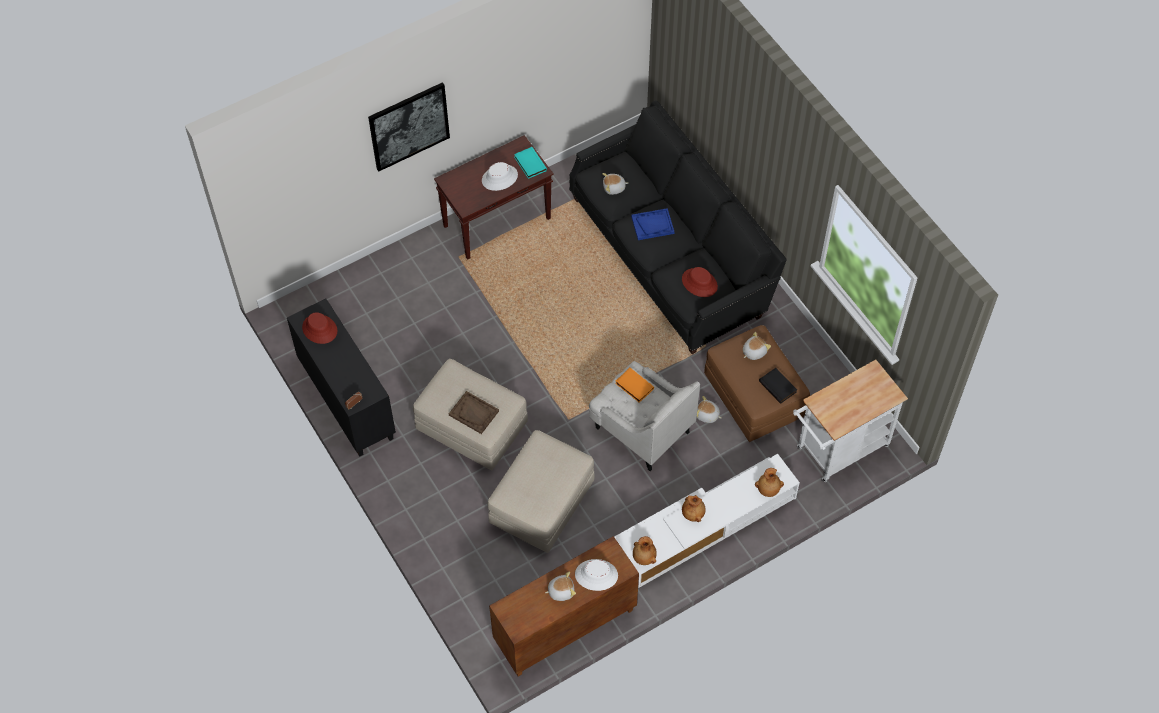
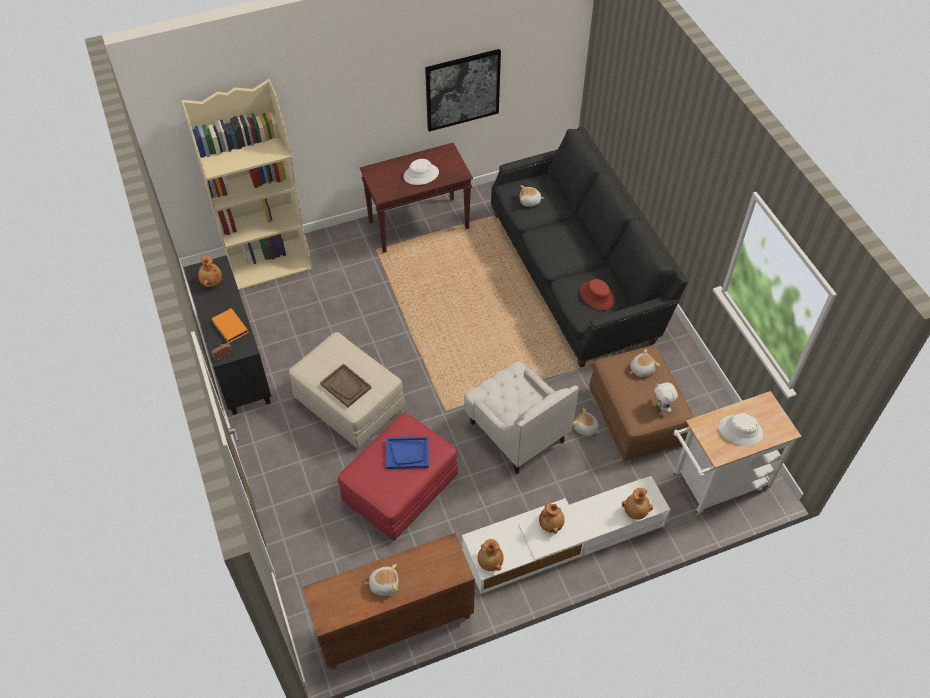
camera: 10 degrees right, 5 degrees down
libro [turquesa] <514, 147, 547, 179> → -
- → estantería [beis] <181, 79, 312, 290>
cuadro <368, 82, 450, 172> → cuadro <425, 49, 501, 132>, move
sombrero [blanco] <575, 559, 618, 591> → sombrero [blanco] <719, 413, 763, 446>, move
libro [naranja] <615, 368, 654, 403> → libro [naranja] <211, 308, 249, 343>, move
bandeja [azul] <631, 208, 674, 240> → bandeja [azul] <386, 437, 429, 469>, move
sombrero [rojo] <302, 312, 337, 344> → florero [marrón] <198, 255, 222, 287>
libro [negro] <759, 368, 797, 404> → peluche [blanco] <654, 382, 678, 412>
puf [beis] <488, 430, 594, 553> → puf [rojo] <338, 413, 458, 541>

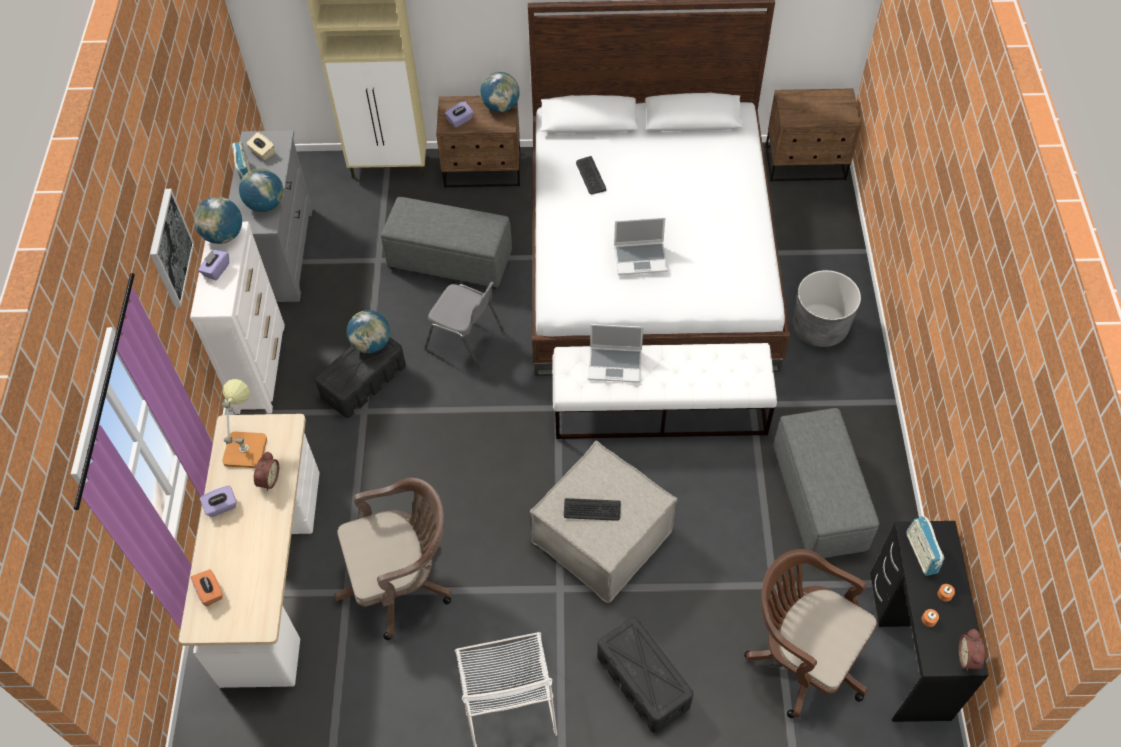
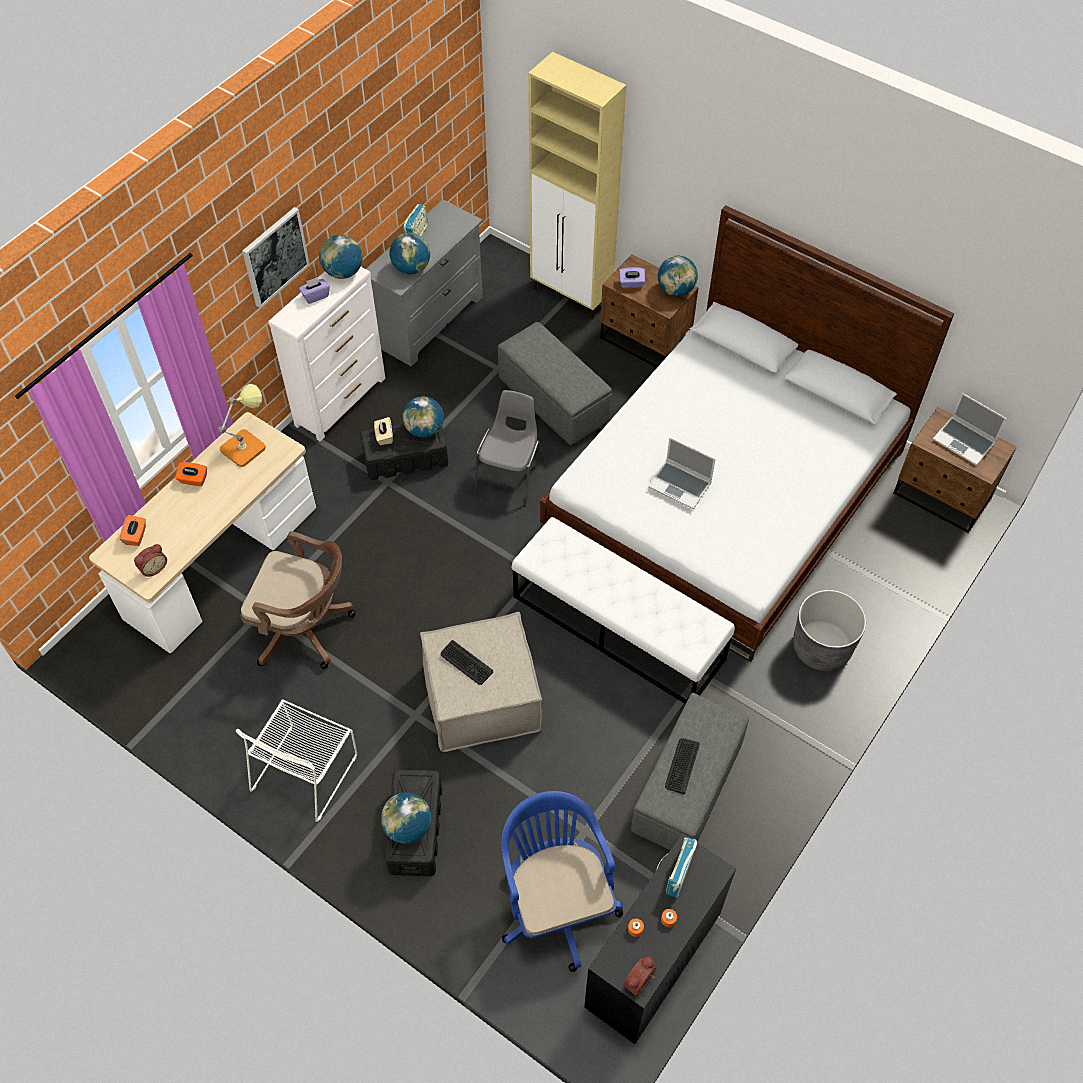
camera: 35 degrees right, 0 degrees up
- → globo terráqueo <381, 792, 431, 844>
caja de pañuelos [beis] <246, 132, 275, 160> → caja de pañuelos [beis] <374, 417, 393, 445>, move
despertador <253, 452, 279, 491> → despertador <134, 544, 167, 577>, move
teclado <576, 156, 606, 194> → teclado <665, 738, 700, 794>, move
portátil <588, 324, 643, 383> → portátil <933, 393, 1007, 465>, move
caja de pañuelos [morado] <199, 486, 236, 517> → caja de pañuelos [naranja] <175, 462, 207, 486>
silla de oficina [marrón] <744, 549, 877, 718> → silla de oficina [azul] <501, 791, 623, 972>
silla [gris] <424, 282, 505, 370> → silla [gris] <474, 390, 544, 506>, 135 degrees counterclockwise

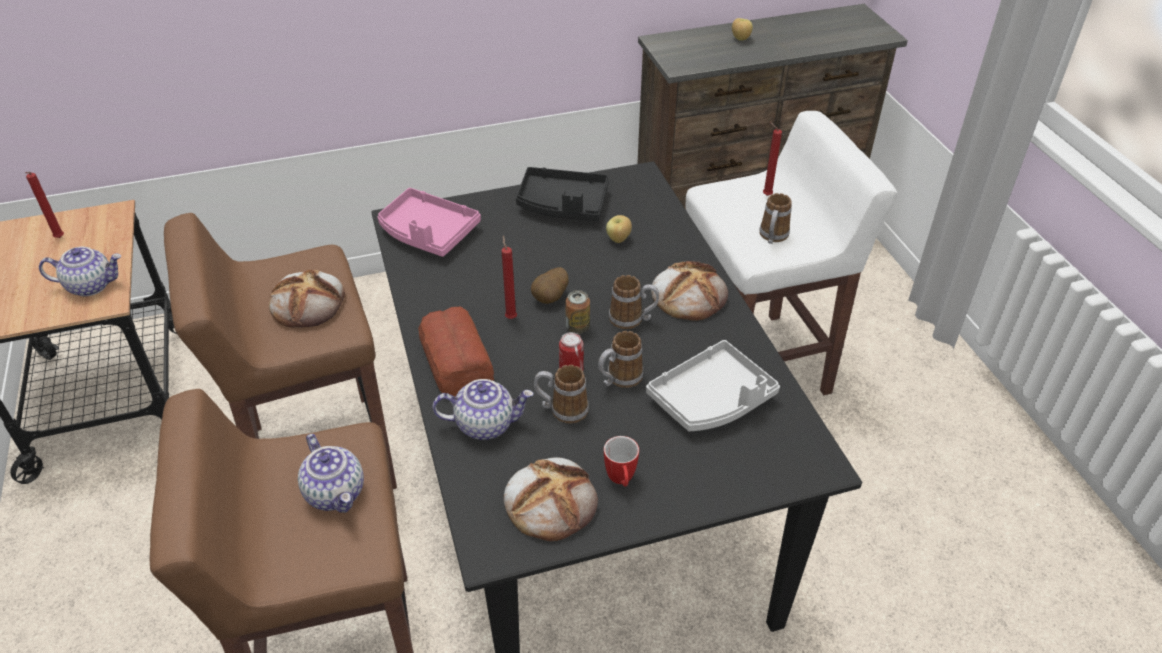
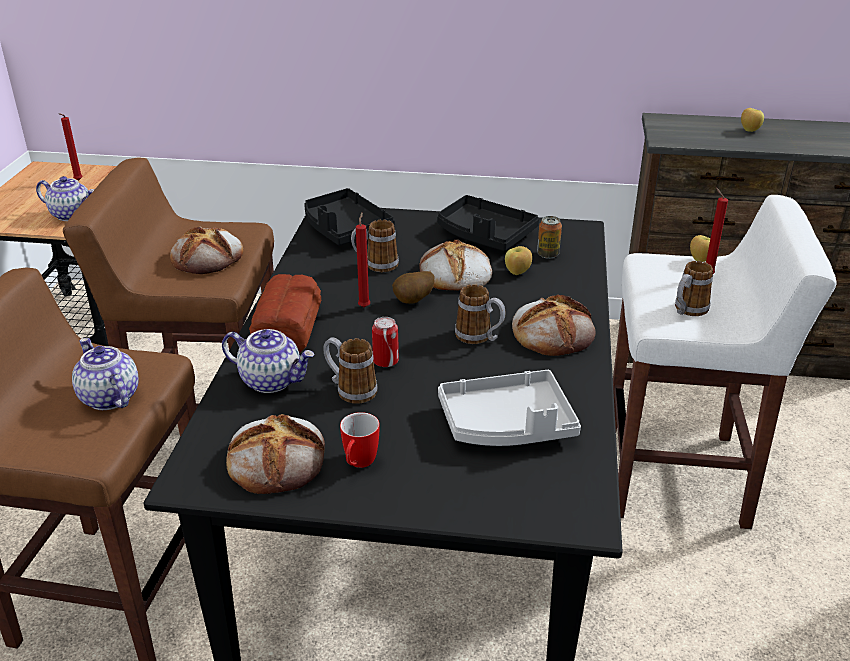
camera: 25 degrees right, 10 degrees down
- → pan <420, 240, 492, 291>
- → manzana <690, 235, 710, 262>
lata <565, 290, 590, 334> → lata <537, 216, 562, 259>, move
taza grande <598, 331, 644, 388> → taza grande <351, 220, 399, 272>, move
bandeja [rosa] <378, 188, 481, 257> → bandeja [negro] <304, 188, 395, 245>
tetera <298, 434, 364, 513> → tetera <72, 338, 139, 410>, 150 degrees clockwise

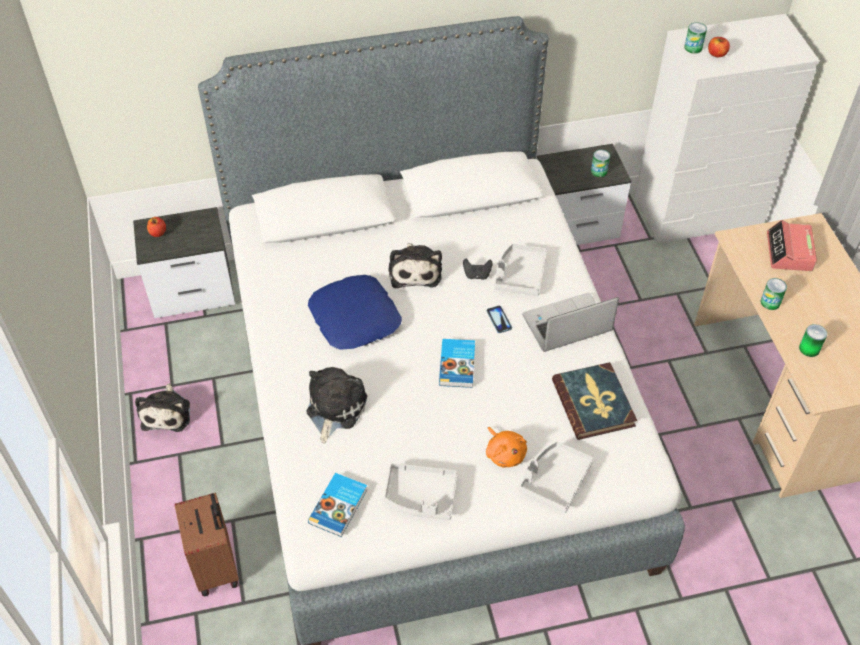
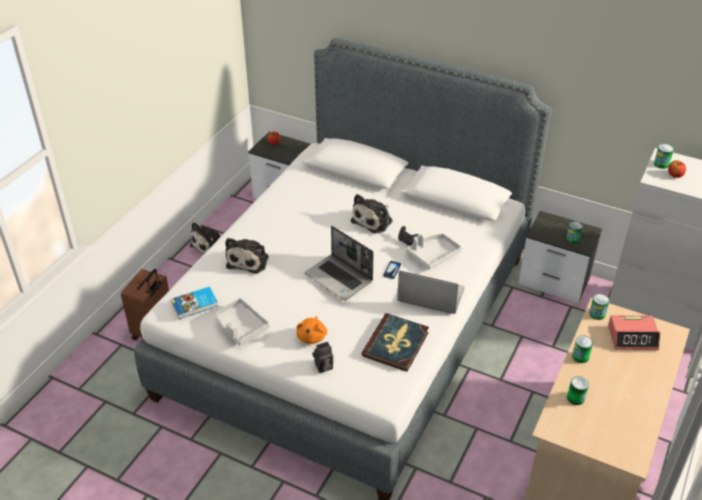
camera: 40 degrees right, 10 degrees down
cojín [azul] <308, 275, 402, 350> → -
- → lata <589, 294, 609, 320>
libro <439, 339, 475, 388> → portátil <305, 226, 374, 300>
bandeja [gris] <518, 441, 594, 513> → cámara <312, 342, 333, 373>
peluche <307, 367, 367, 443> → peluche <225, 238, 268, 274>, 135 degrees clockwise
despertador <767, 220, 817, 271> → despertador <608, 315, 660, 350>, 135 degrees counterclockwise

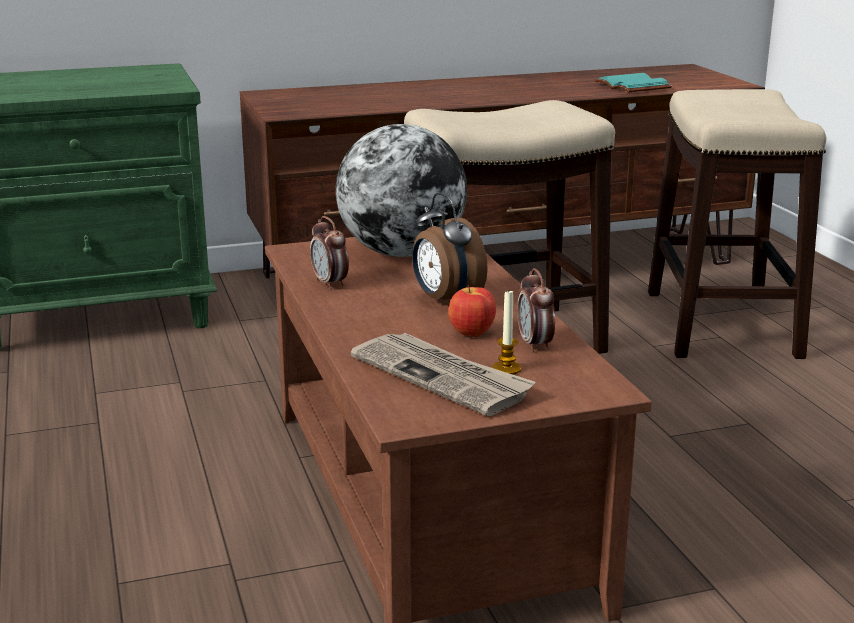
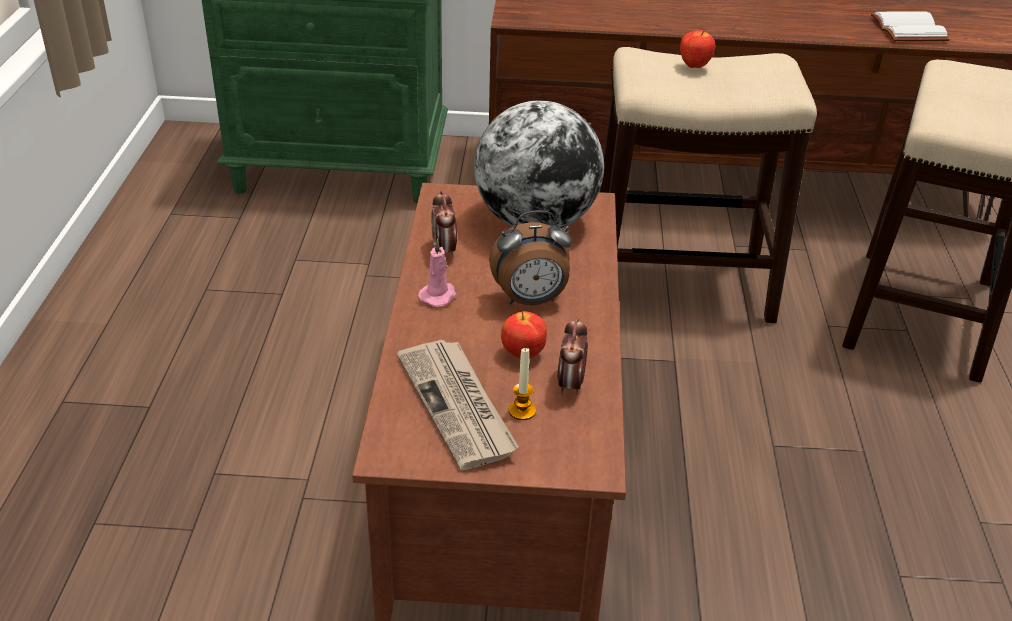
camera: 20 degrees right, 15 degrees up
- → vela [rosa] <418, 239, 457, 307>
- → manzana <680, 30, 715, 68>
libro [turquesa] <595, 73, 672, 92> → libro [blanco] <871, 11, 950, 41>
despertador <412, 193, 488, 300> → despertador <489, 210, 572, 305>, 90 degrees counterclockwise

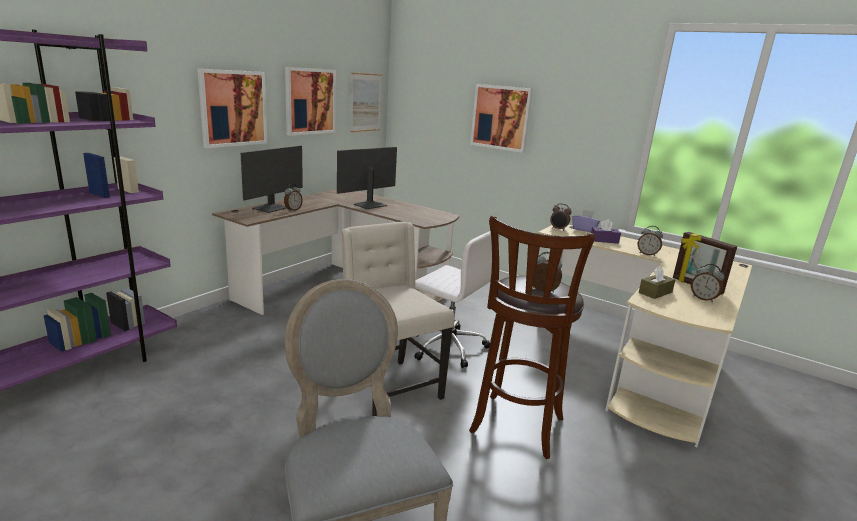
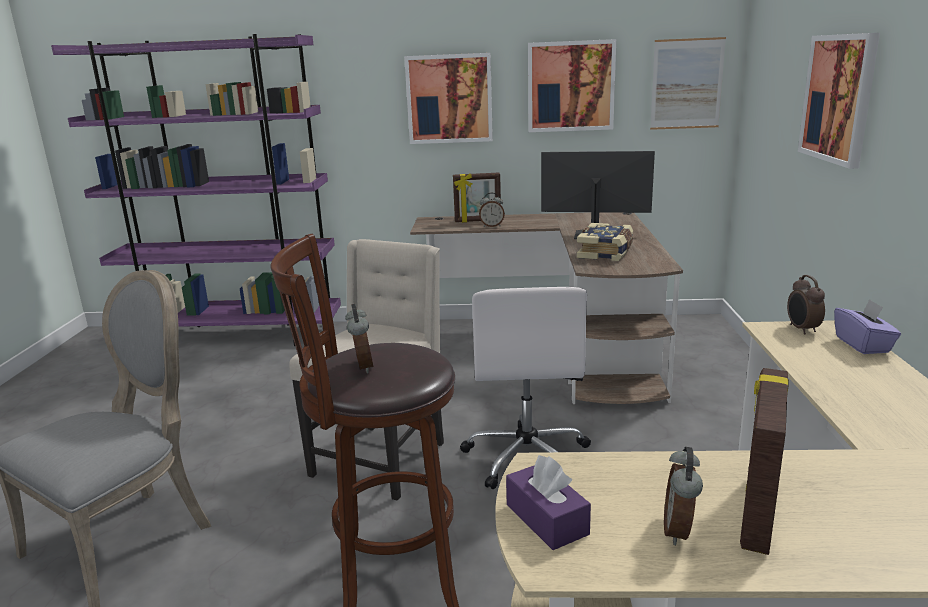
camera: 60 degrees right, 0 degrees up
despertador <638, 226, 663, 257> → -
caja de pañuelos [marrón] <639, 266, 675, 299> → -
- → libro <577, 223, 633, 261>
caja de pañuelos [morado] <591, 219, 621, 244> → caja de pañuelos [morado] <506, 455, 591, 550>, move
monitor <241, 146, 303, 213> → portarretratos <453, 172, 501, 223>

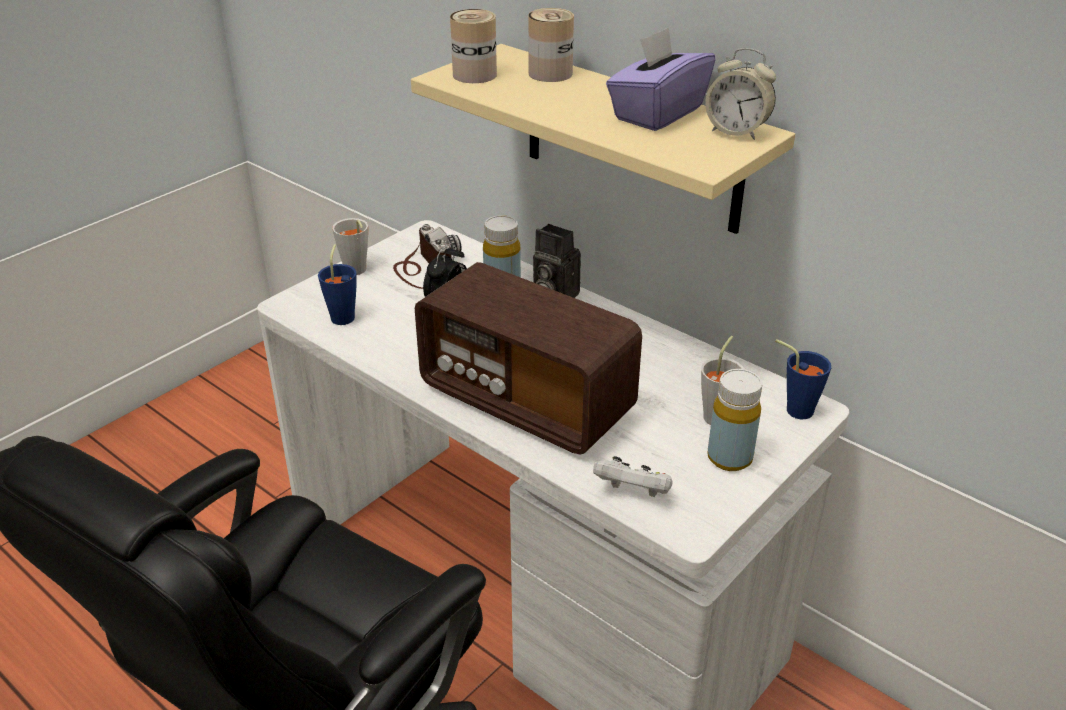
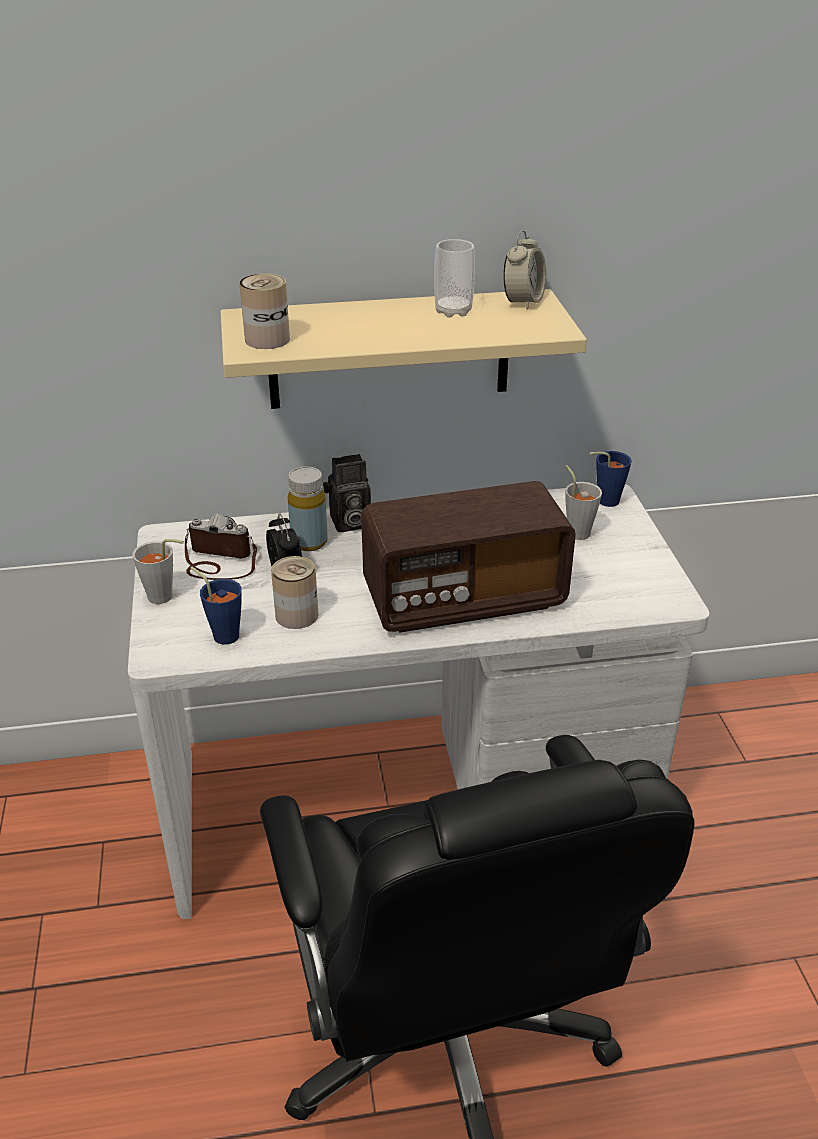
camera: 50 degrees left, 0 degrees up
mando de consola [blanco] <593, 456, 672, 497> → -
botella [amarillo] <707, 369, 762, 471> → -
lata <528, 8, 574, 82> → lata <271, 556, 318, 629>, move
caja de pañuelos [morado] <606, 27, 715, 131> → taza <434, 239, 475, 318>
despertador <705, 48, 776, 140> → despertador <503, 230, 546, 310>, 45 degrees counterclockwise

